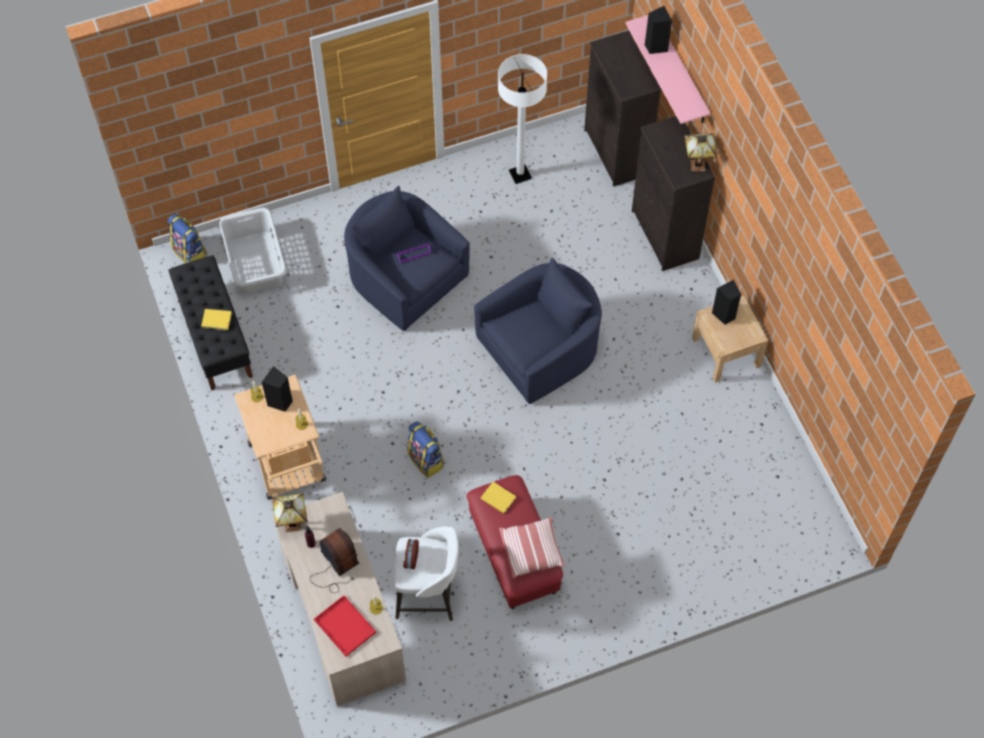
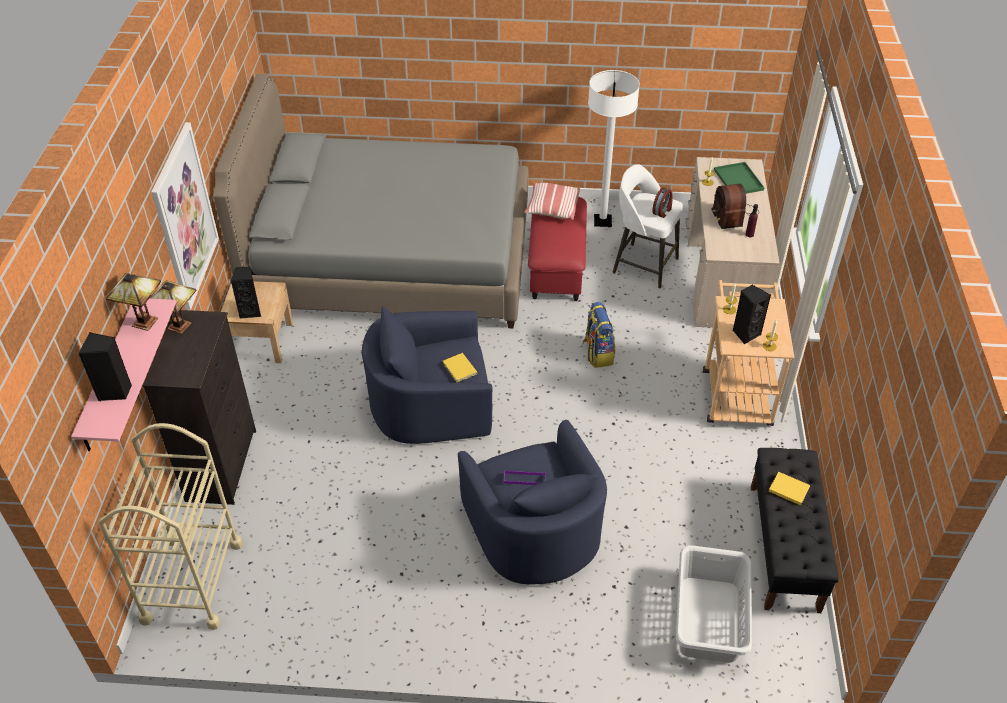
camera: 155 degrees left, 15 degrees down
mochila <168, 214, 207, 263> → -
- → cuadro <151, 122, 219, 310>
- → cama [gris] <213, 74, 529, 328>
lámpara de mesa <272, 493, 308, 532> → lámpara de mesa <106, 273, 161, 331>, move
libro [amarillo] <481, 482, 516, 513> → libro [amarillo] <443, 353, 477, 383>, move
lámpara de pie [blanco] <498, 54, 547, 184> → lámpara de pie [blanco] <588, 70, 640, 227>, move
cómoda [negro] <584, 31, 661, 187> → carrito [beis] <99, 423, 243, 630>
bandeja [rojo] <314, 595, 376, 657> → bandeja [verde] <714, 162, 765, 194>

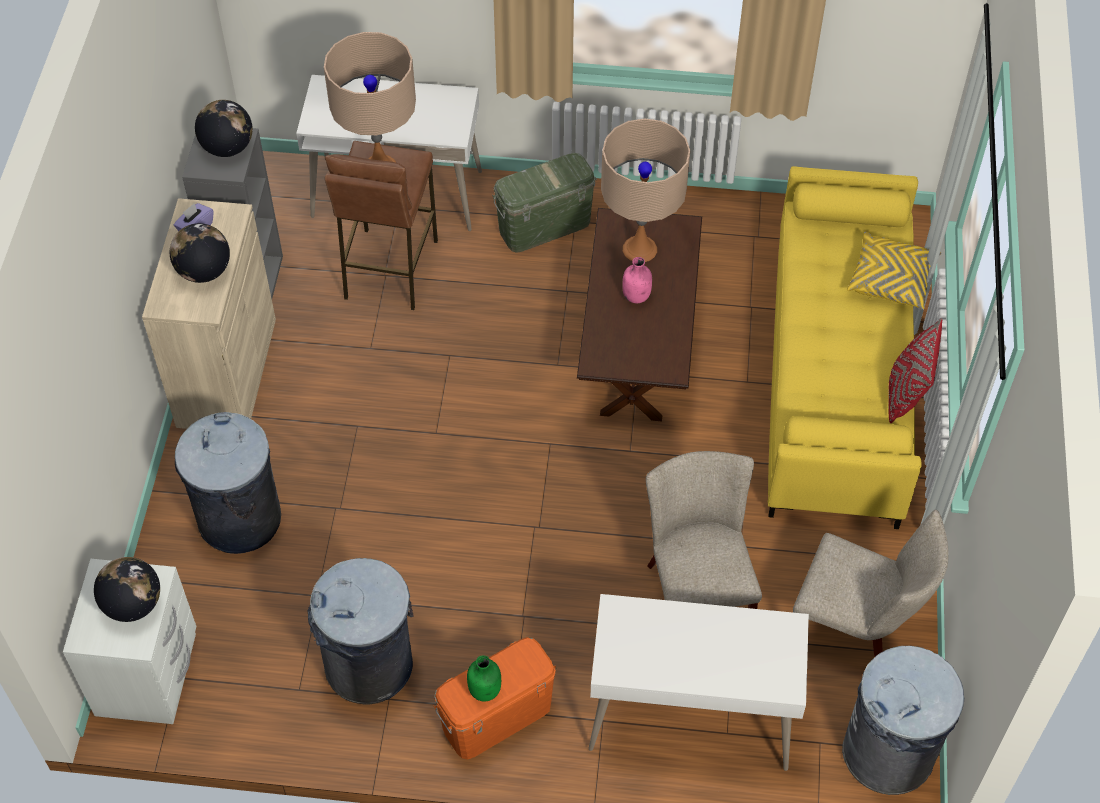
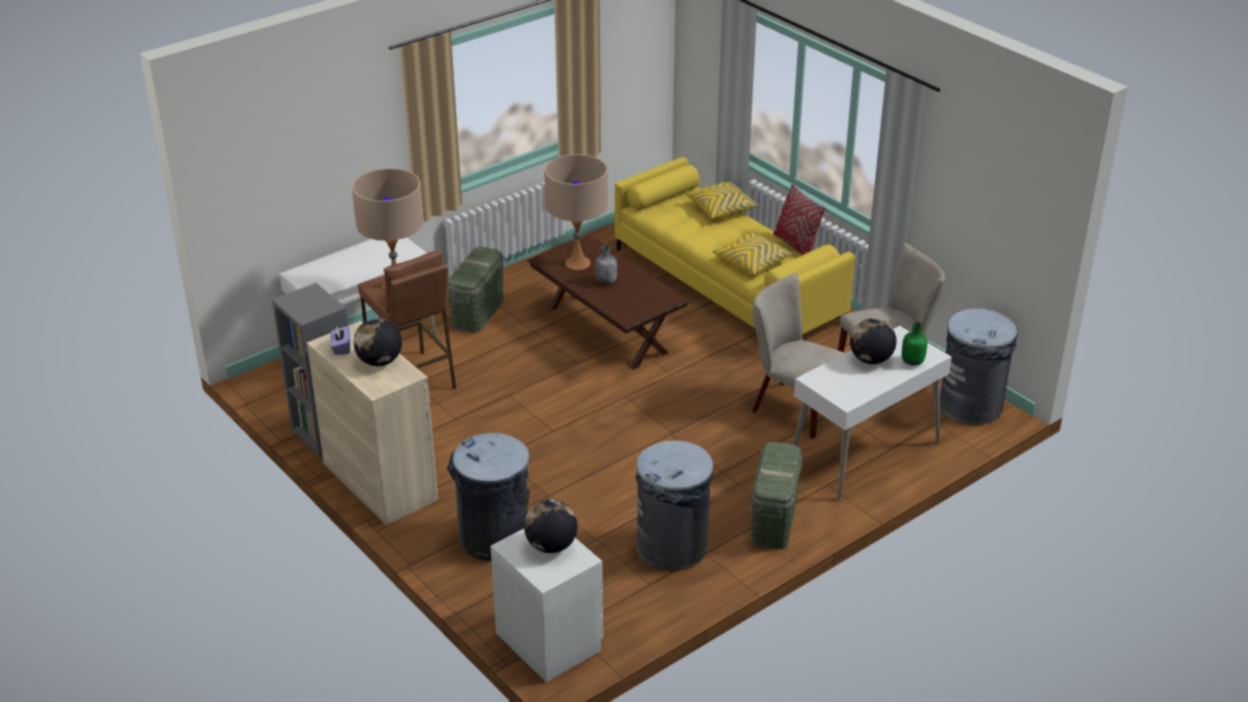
camera: 45 degrees left, 20 degrees down
- → cojín [amarillo] <713, 232, 794, 275>
globo terráqueo <195, 100, 253, 157> → globo terráqueo <850, 318, 896, 364>, move
botella [verde] <467, 655, 501, 701> → botella [verde] <902, 322, 927, 366>, move
caja de almacenaje [naranja] <433, 637, 557, 759> → caja de almacenaje [verde] <751, 442, 802, 549>
botella [rosa] <622, 257, 652, 303> → botella [gris] <595, 245, 617, 284>

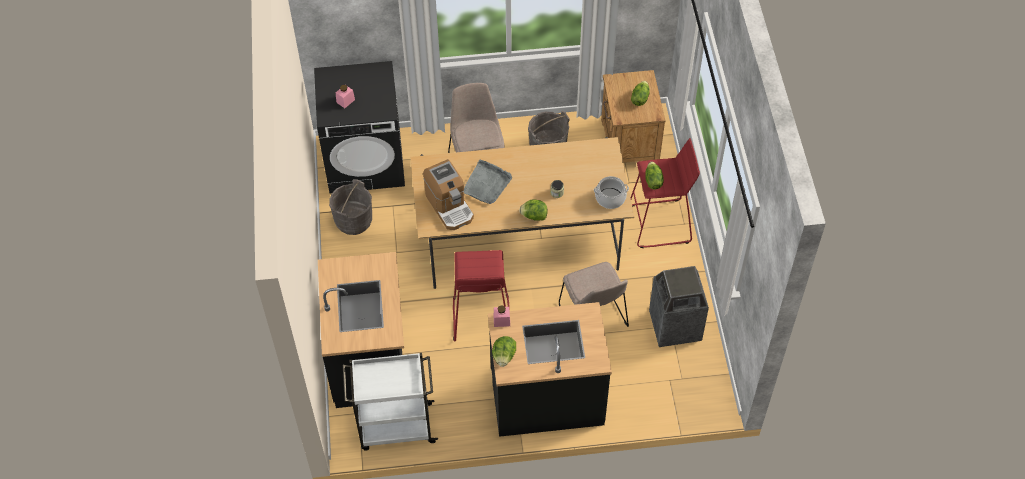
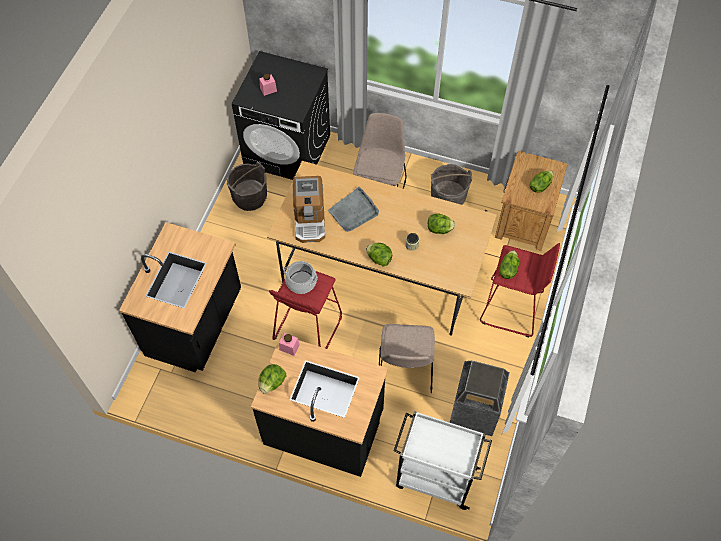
camera: 25 degrees right, 5 degrees up
- → lechuga <428, 214, 455, 234>
carrito [blanco] <343, 353, 438, 451> → carrito [blanco] <394, 411, 492, 510>, move
olla <594, 176, 629, 209> → olla <284, 261, 318, 294>, move

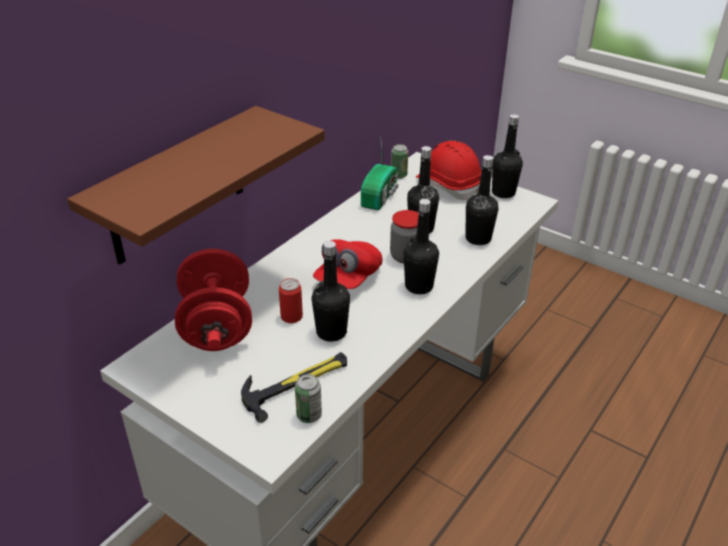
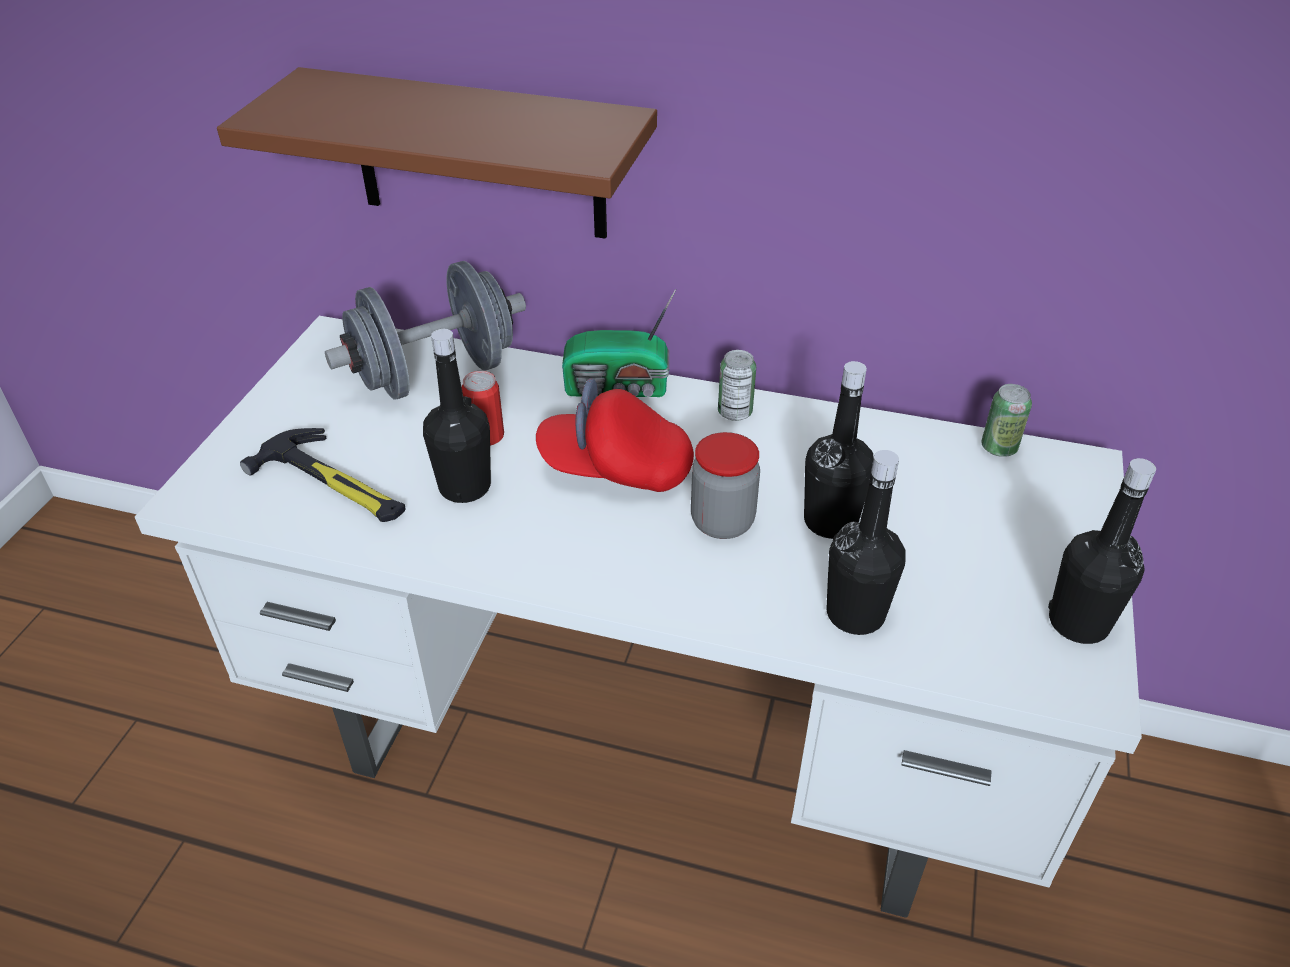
camera: 70 degrees right, 5 degrees up
botella [negro] <404, 199, 439, 294> → -
casco [rojo] <416, 141, 482, 200> → -
lata <295, 374, 322, 423> → lata <718, 350, 756, 421>, move
radio <361, 141, 398, 210> → radio <562, 289, 676, 397>, move
mancuerna [rojo] <175, 249, 252, 351> → mancuerna [gris] <325, 261, 526, 400>

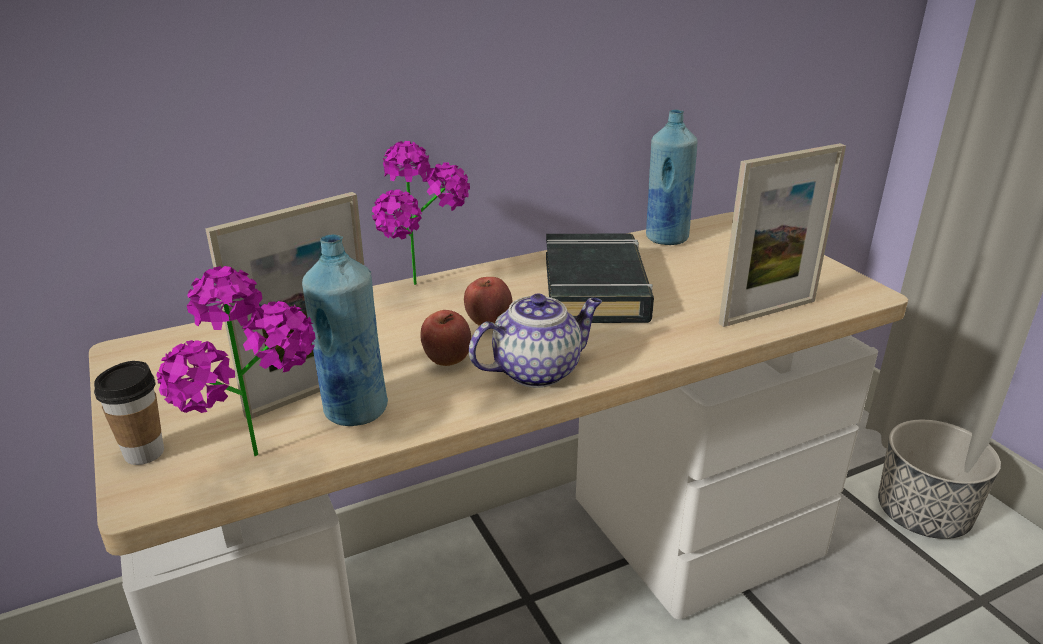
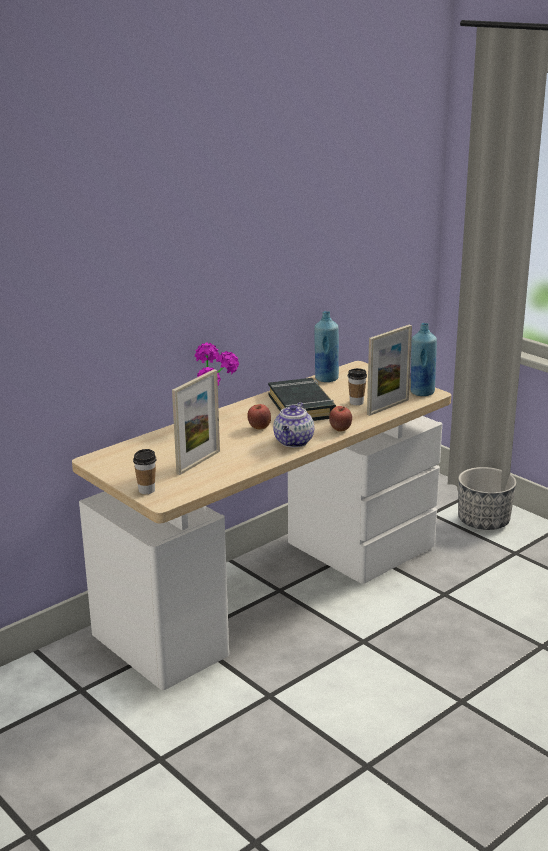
camera: 15 degrees left, 5 degrees down
planta en maceta <156, 266, 316, 457> → -
- → taza <348, 368, 367, 405>
botella [azul] <302, 234, 388, 426> → botella [azul] <411, 323, 437, 396>, move
manzana <420, 310, 471, 366> → manzana <329, 406, 352, 432>, move
tetera <469, 294, 602, 388> → tetera <273, 402, 314, 447>, 150 degrees clockwise

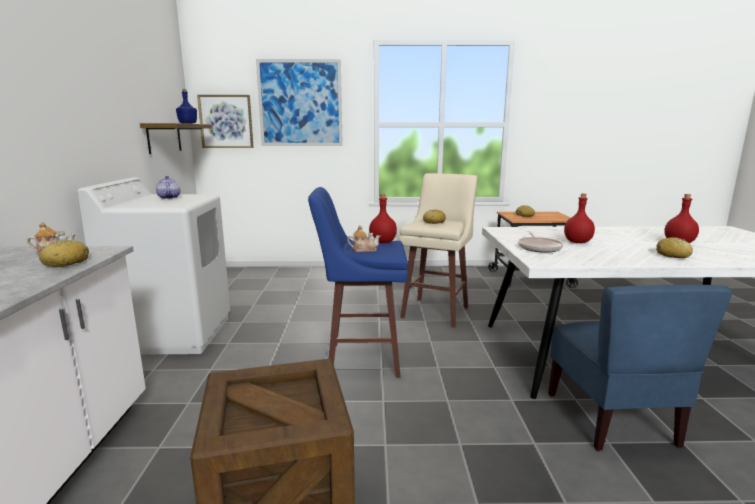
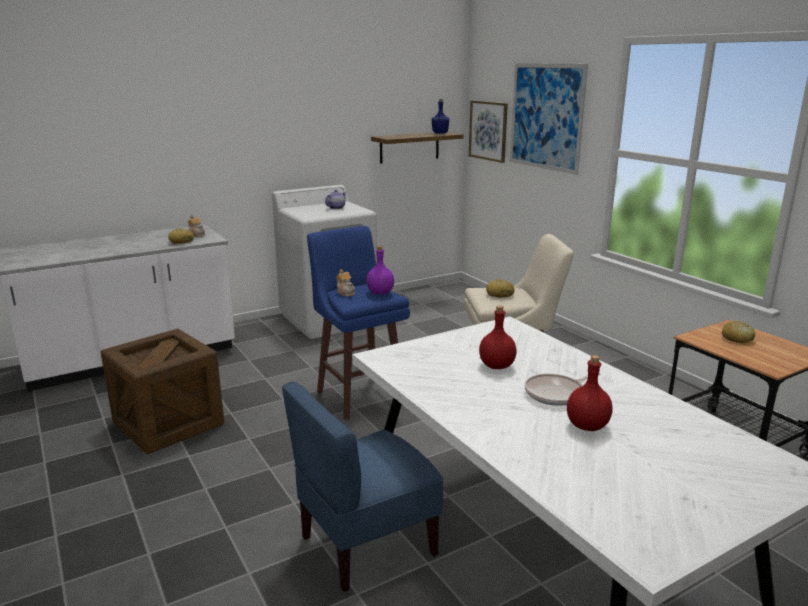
camera: 60 degrees right, 5 degrees up
pan <656, 237, 693, 258> → -
sartén <518, 231, 563, 253> → sartén <525, 373, 600, 406>, move
botella [rojo] <369, 194, 397, 243> → botella [morado] <366, 246, 394, 295>

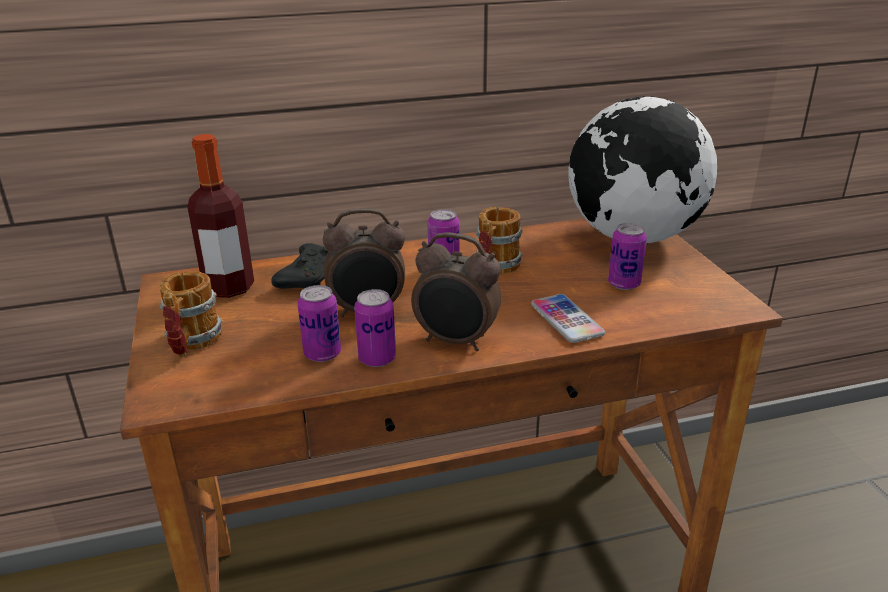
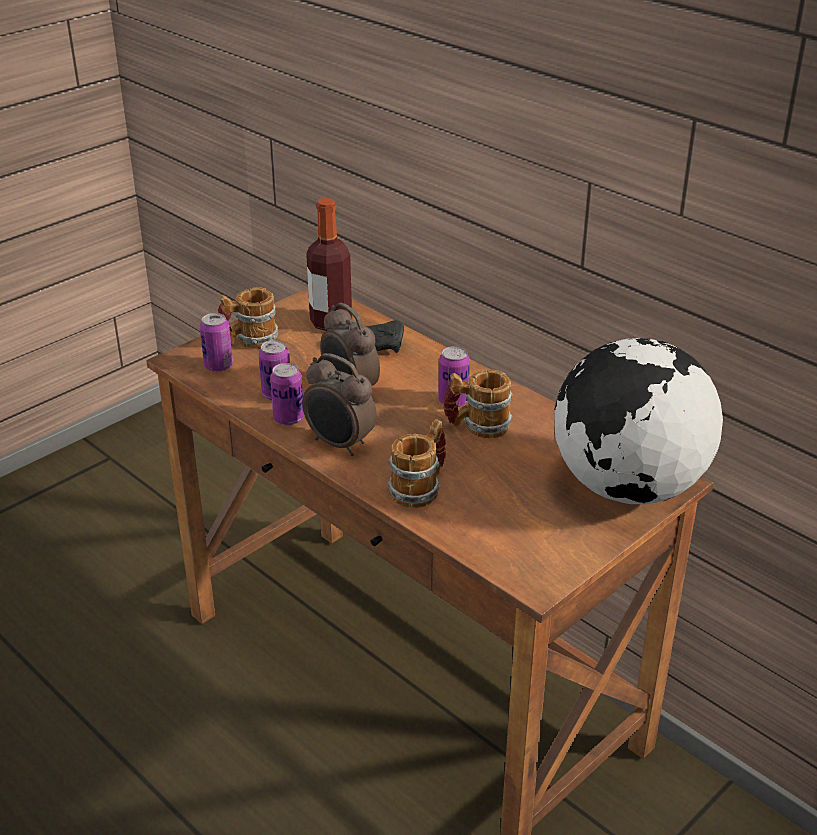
camera: 60 degrees right, 5 degrees up
lata <608, 223, 647, 290> → lata <200, 313, 233, 372>, move
móvil <531, 294, 605, 343> → taza grande <387, 419, 446, 508>
despertador <411, 232, 501, 351> → despertador <302, 353, 377, 456>, 45 degrees counterclockwise

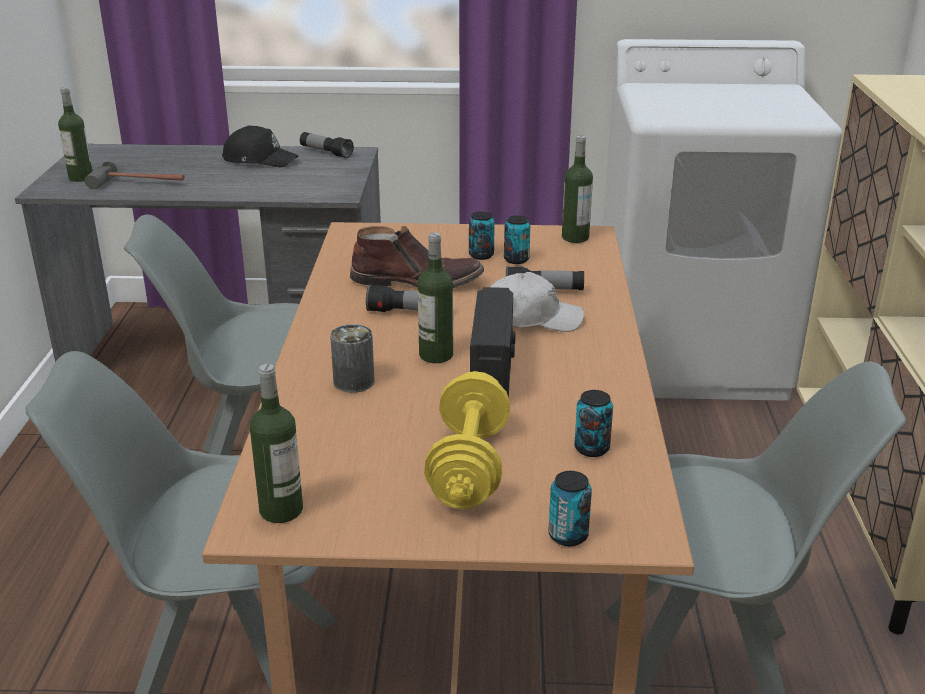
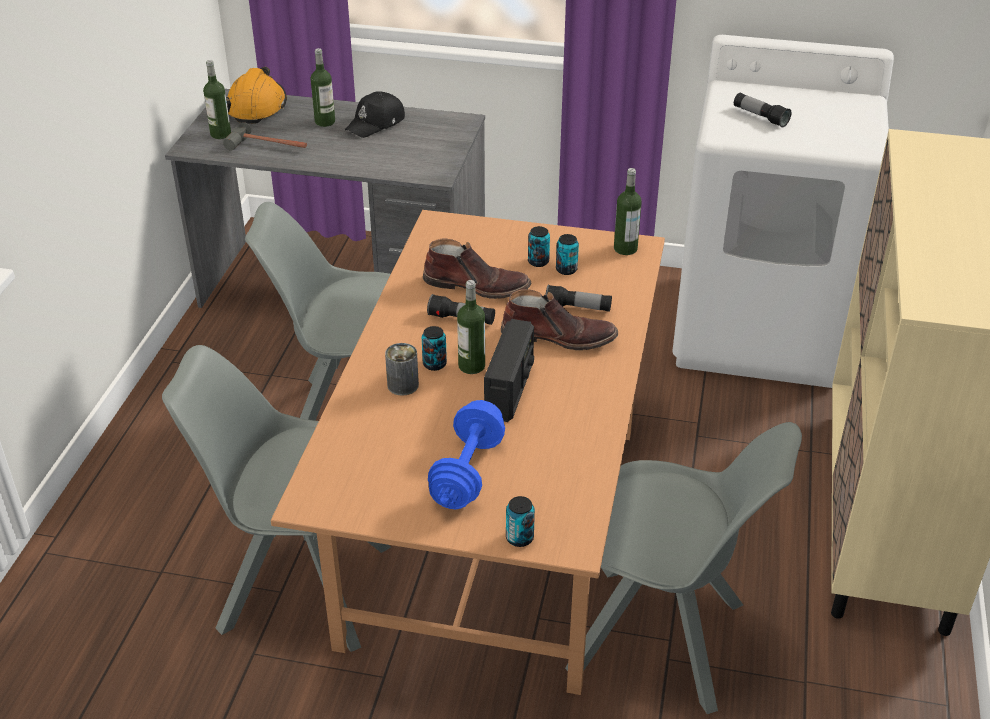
camera: 10 degrees right, 10 degrees up
- → casco [naranja] <226, 67, 287, 124>
botella <250, 364, 303, 523> → botella <311, 48, 335, 127>, move
linterna <300, 132, 354, 158> → linterna <734, 93, 791, 127>, move
lata <574, 390, 613, 457> → lata <422, 326, 447, 371>, move
gorra [blanco] <490, 272, 584, 332> → bota [marrón] <501, 289, 618, 350>
mancuerna [amarillo] <424, 371, 510, 509> → mancuerna [azul] <428, 400, 505, 509>
gorra [negro] <222, 125, 299, 168> → gorra [negro] <345, 91, 405, 138>, 105 degrees clockwise

